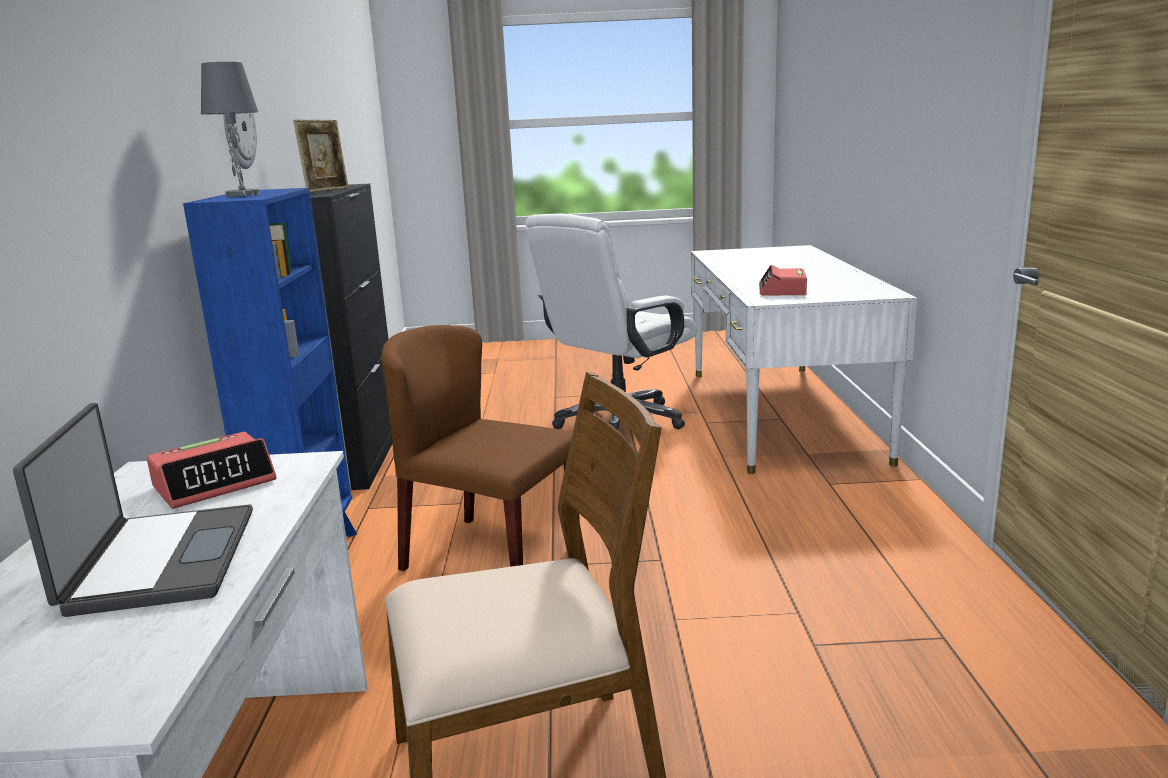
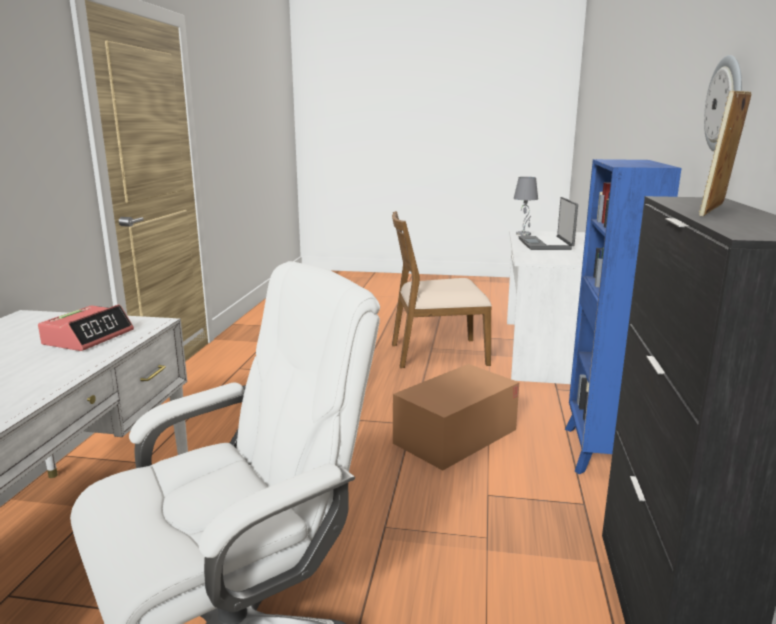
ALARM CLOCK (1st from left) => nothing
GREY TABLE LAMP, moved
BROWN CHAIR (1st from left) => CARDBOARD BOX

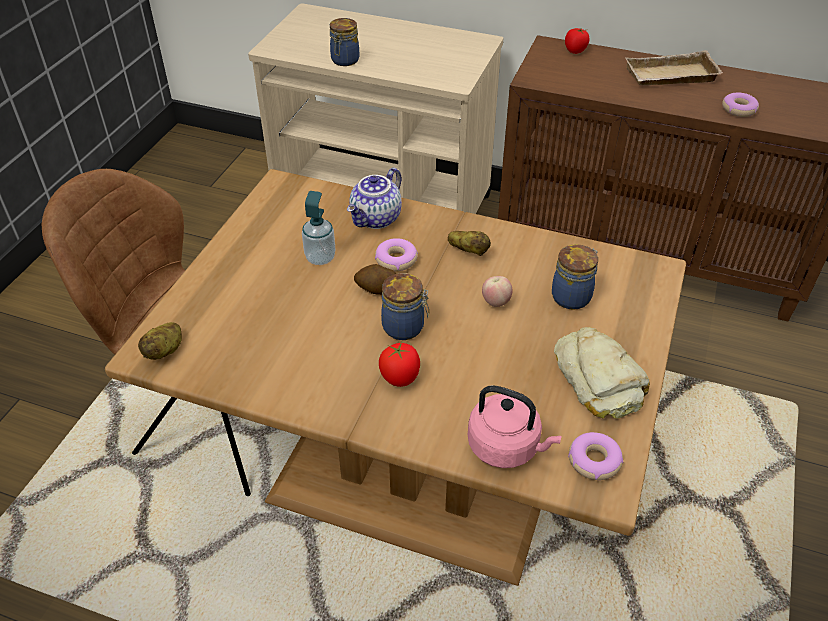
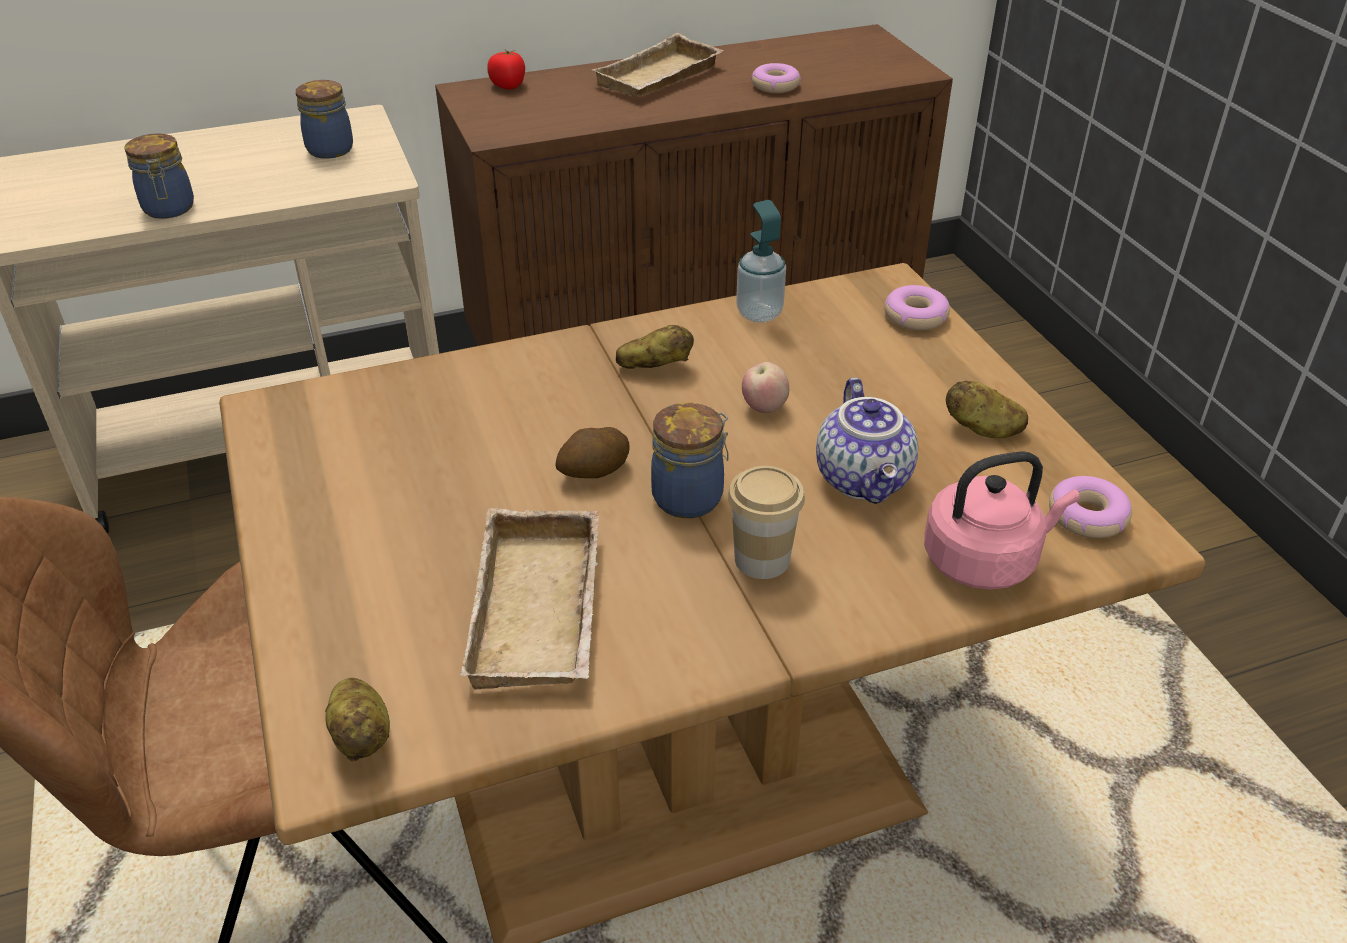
SOAP DISPENSER, moved
TEAPOT, moved
DONUT (1st from left in the first image) => DONUT (2nd from left), moved
TOMATO (1st from left) => CUP
JAR (3rd from left in the first image) => JAR (2nd from left), moved
BREAD => POTATO (4th from left)
nothing => BEIGE TRAY (1st from left)

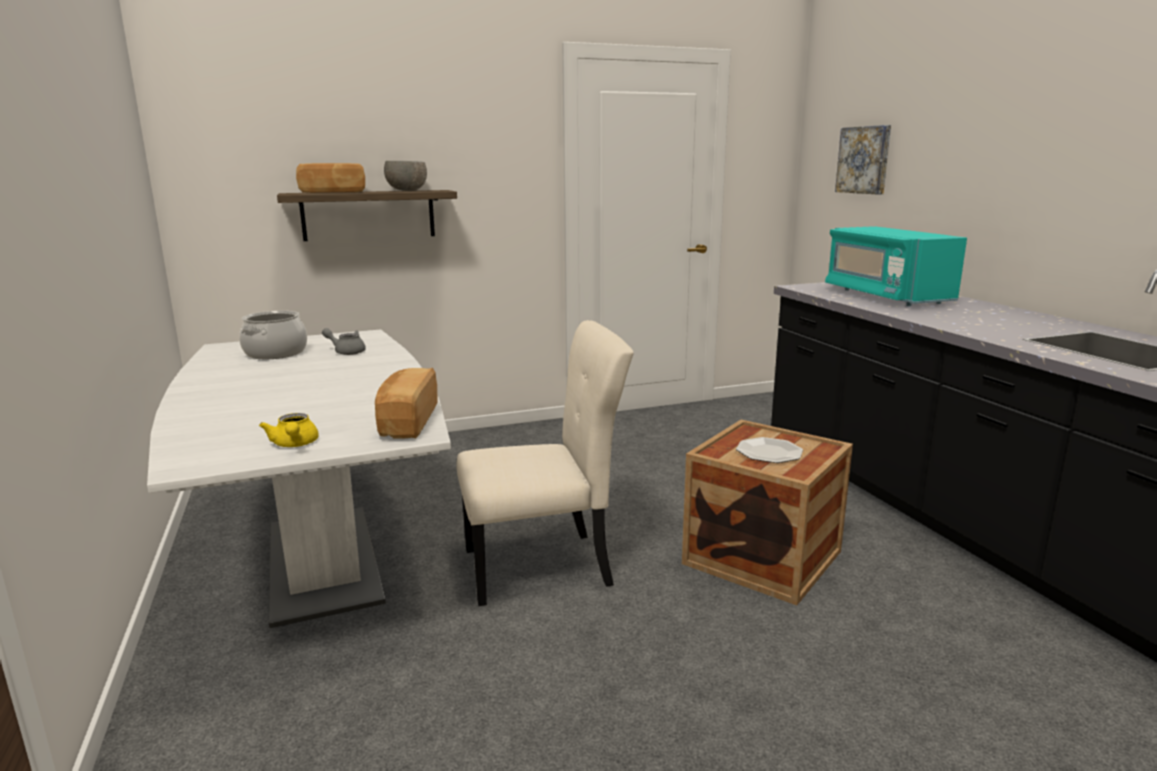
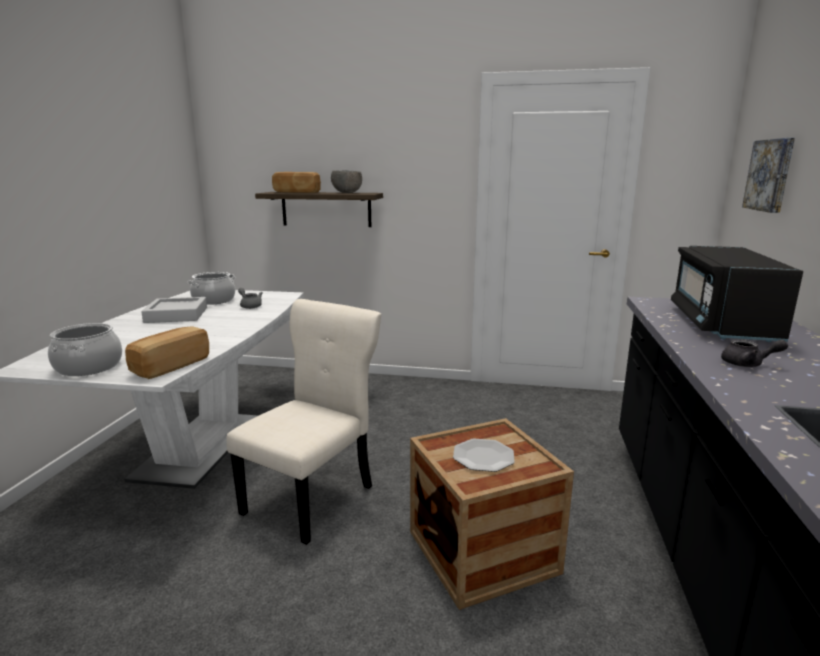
YELLOW TEAPOT => COOKING POT (1st from left)
BEIGE CHAIR, 75 degrees counterclockwise
TURQUOISE MICROWAVE => BLACK MICROWAVE
nothing => GREY TRAY
nothing => GREY TEAPOT (2nd from left)

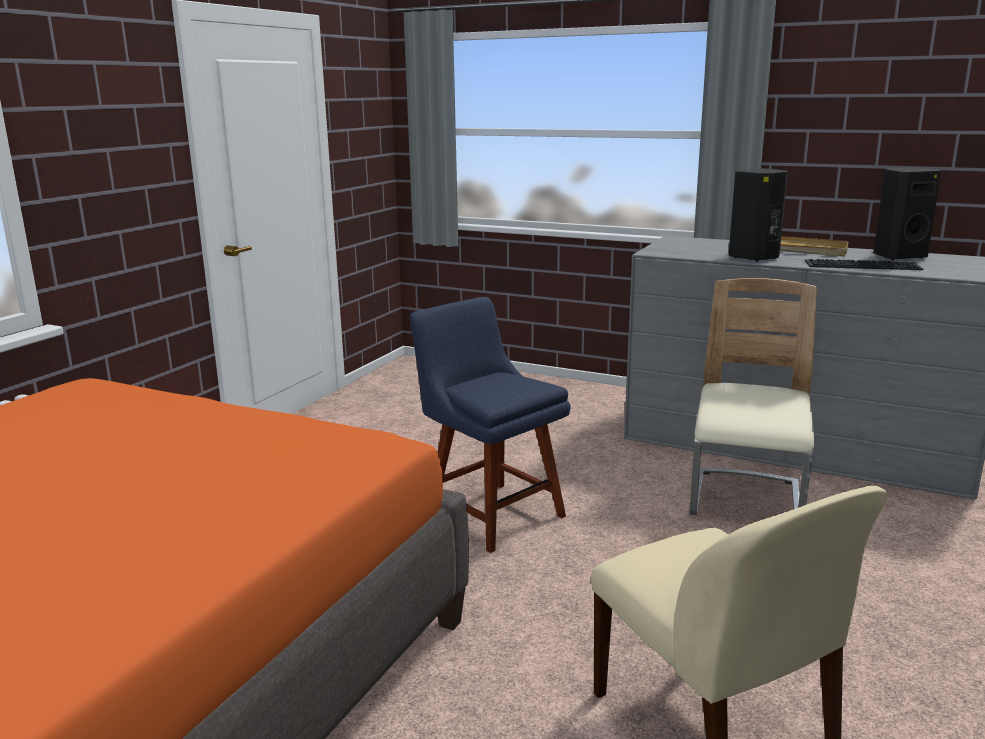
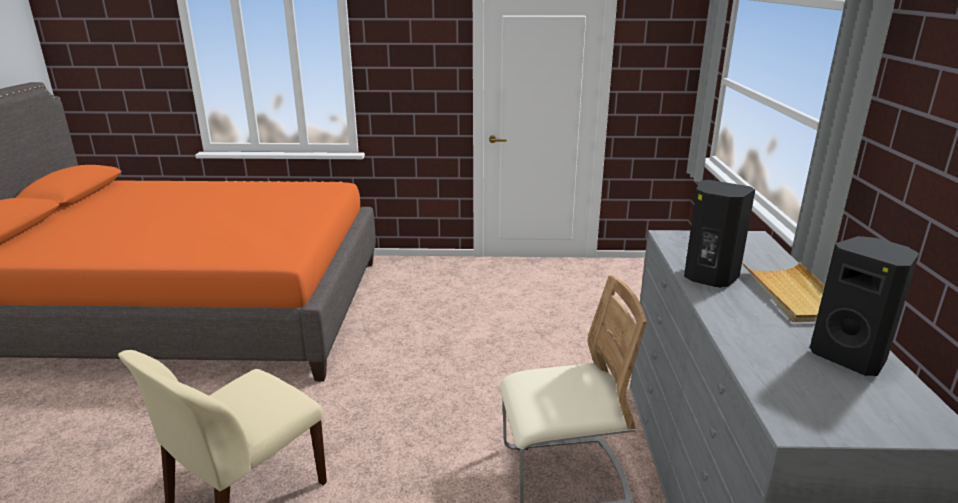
BLUE CHAIR => nothing
KEYBOARD => nothing

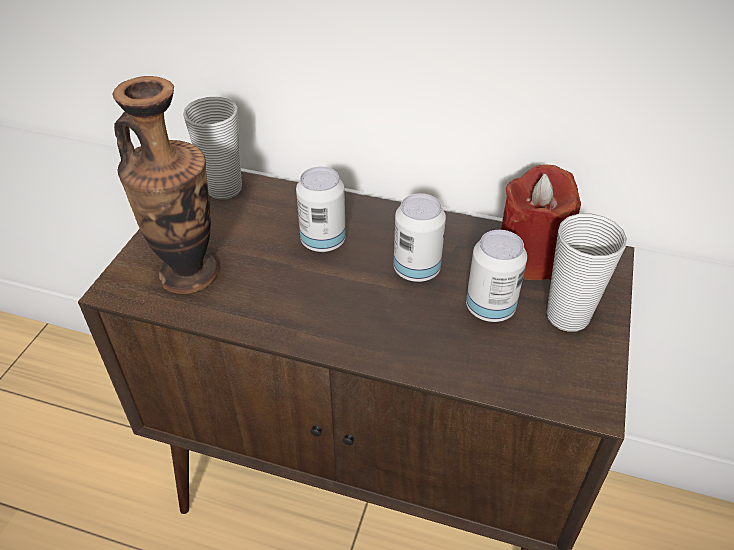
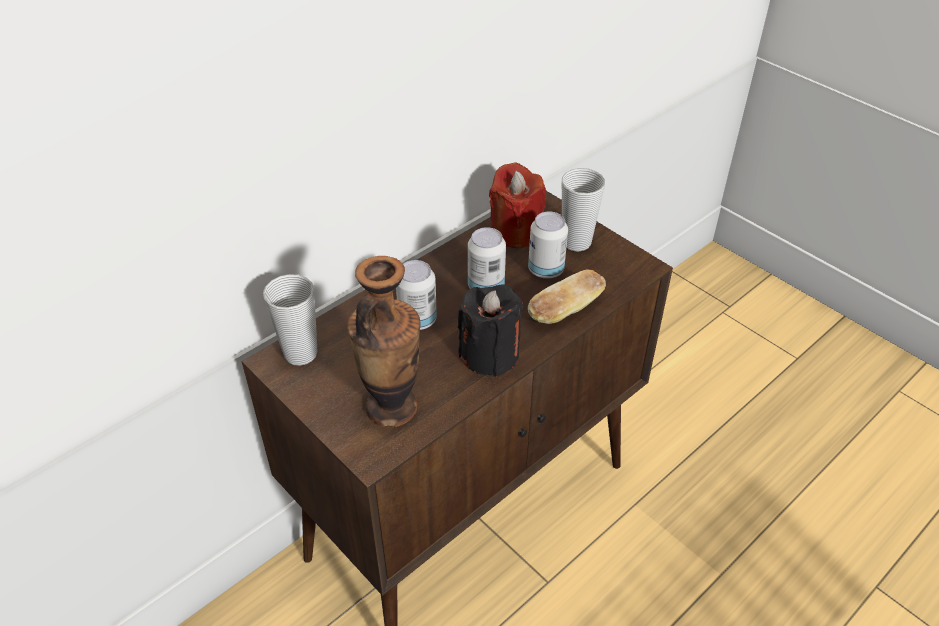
nothing => BLACK CANDLE
nothing => BREAD

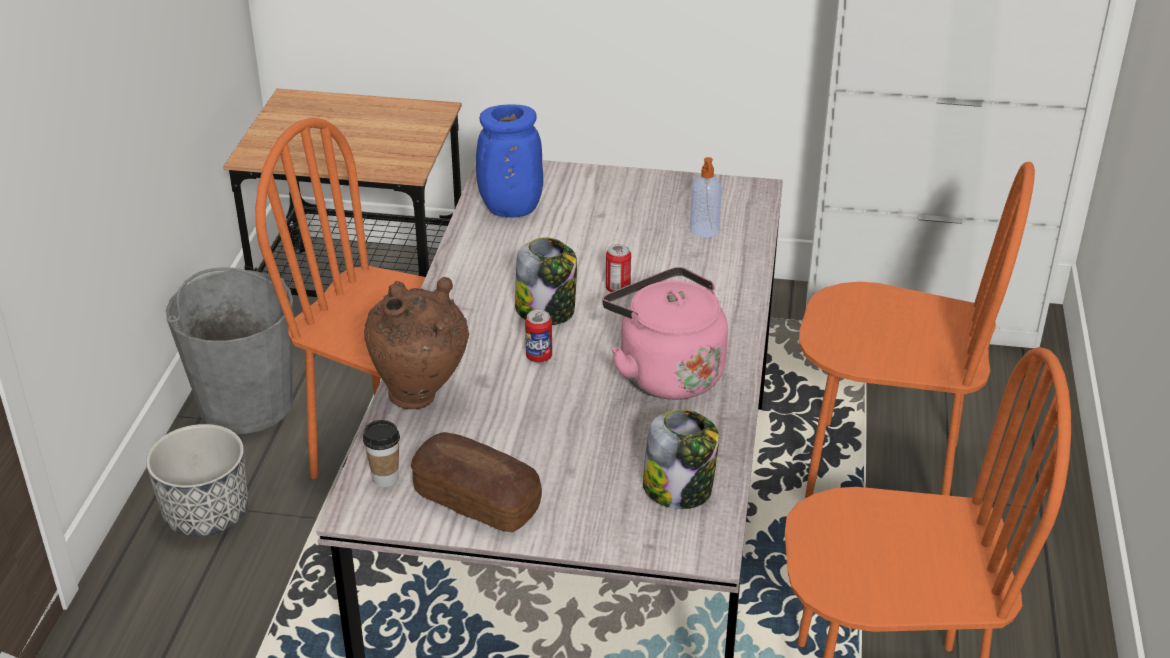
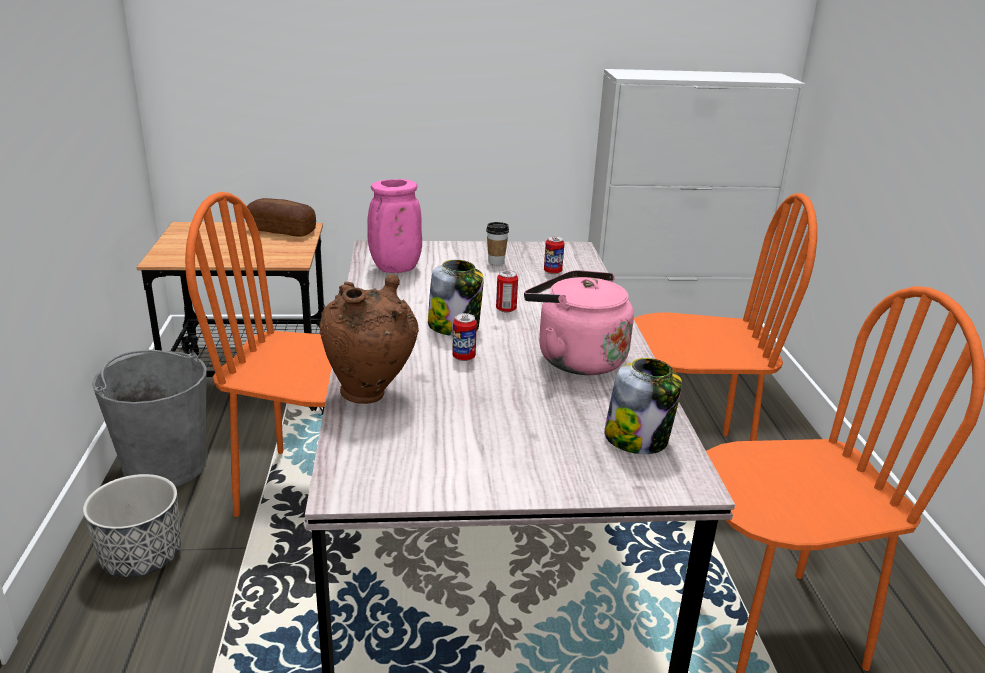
CUP, moved
BREAD, moved
BLUE VASE => PINK VASE
SOAP DISPENSER => CAN (3rd from left)

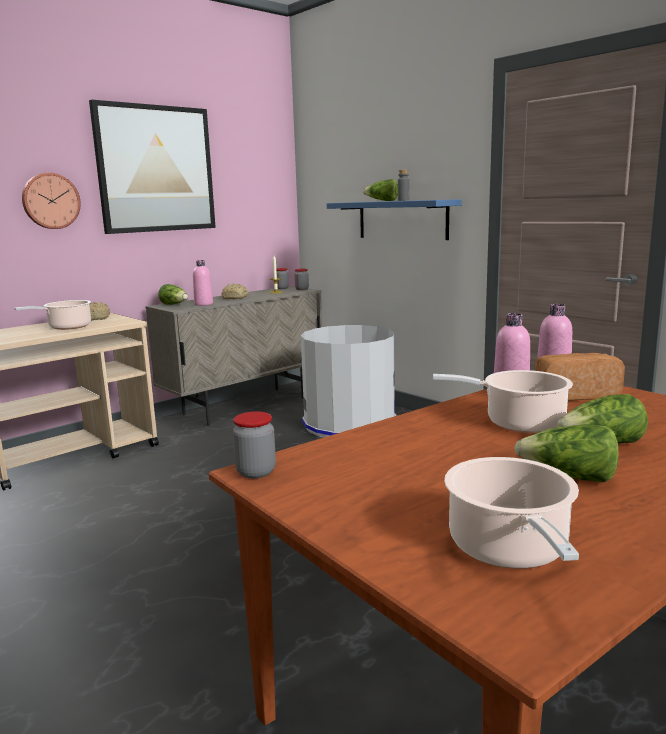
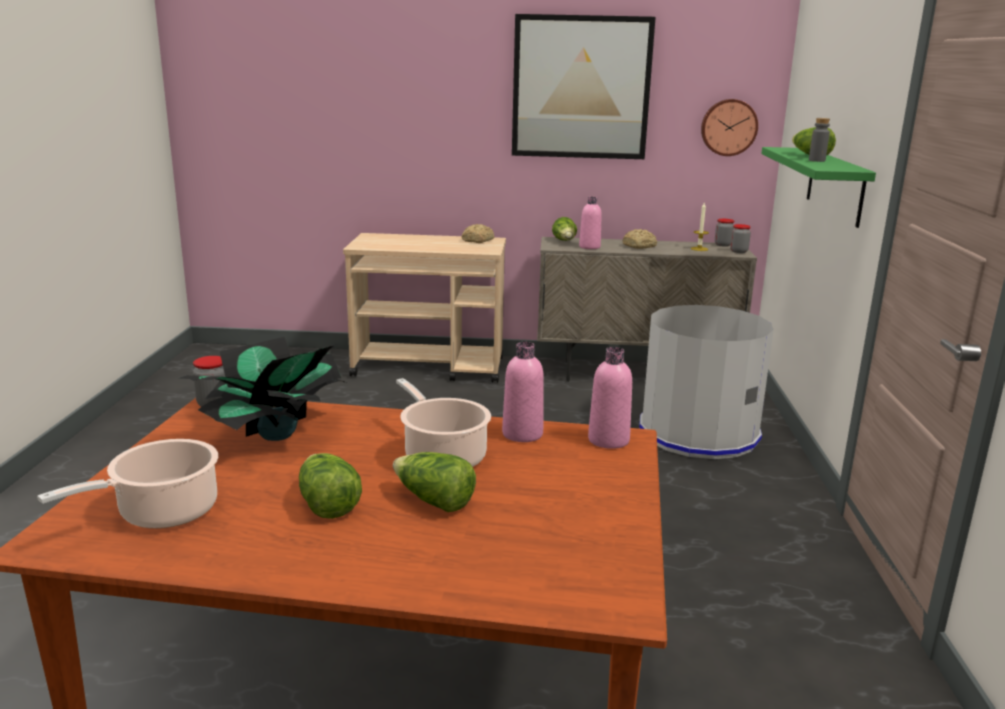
COOKING POT (1st from left) => nothing
WALL CLOCK, moved
BLUE SHELF => GREEN SHELF
BREAD (3rd from left) => nothing
nothing => POTTED PLANT

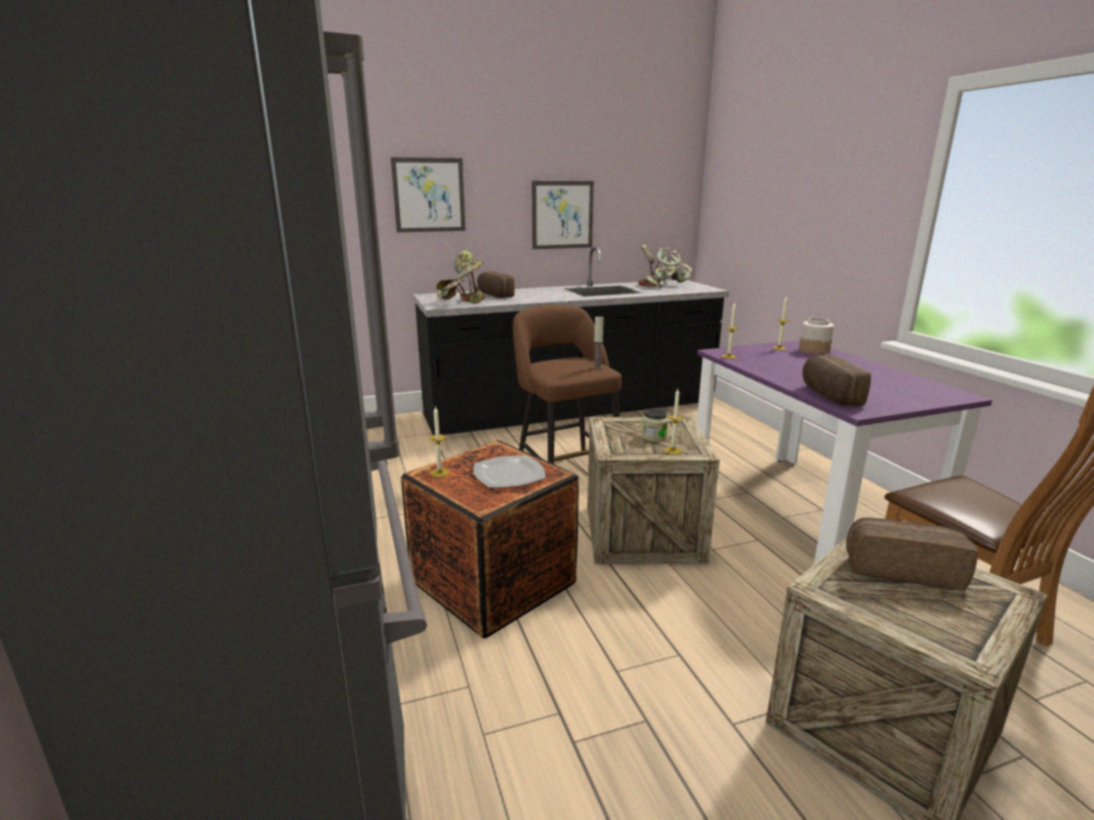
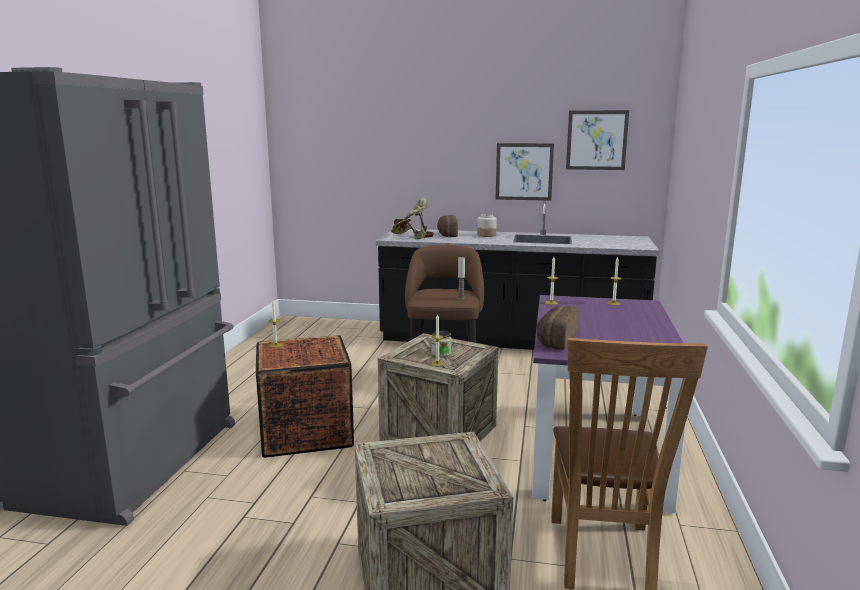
PICTURE (1st from left in the first image) => PICTURE (2nd from left), moved
PLATE => nothing
POTTED PLANT (2nd from left) => nothing
JAR (2nd from left), moved
BREAD (3rd from left) => nothing

